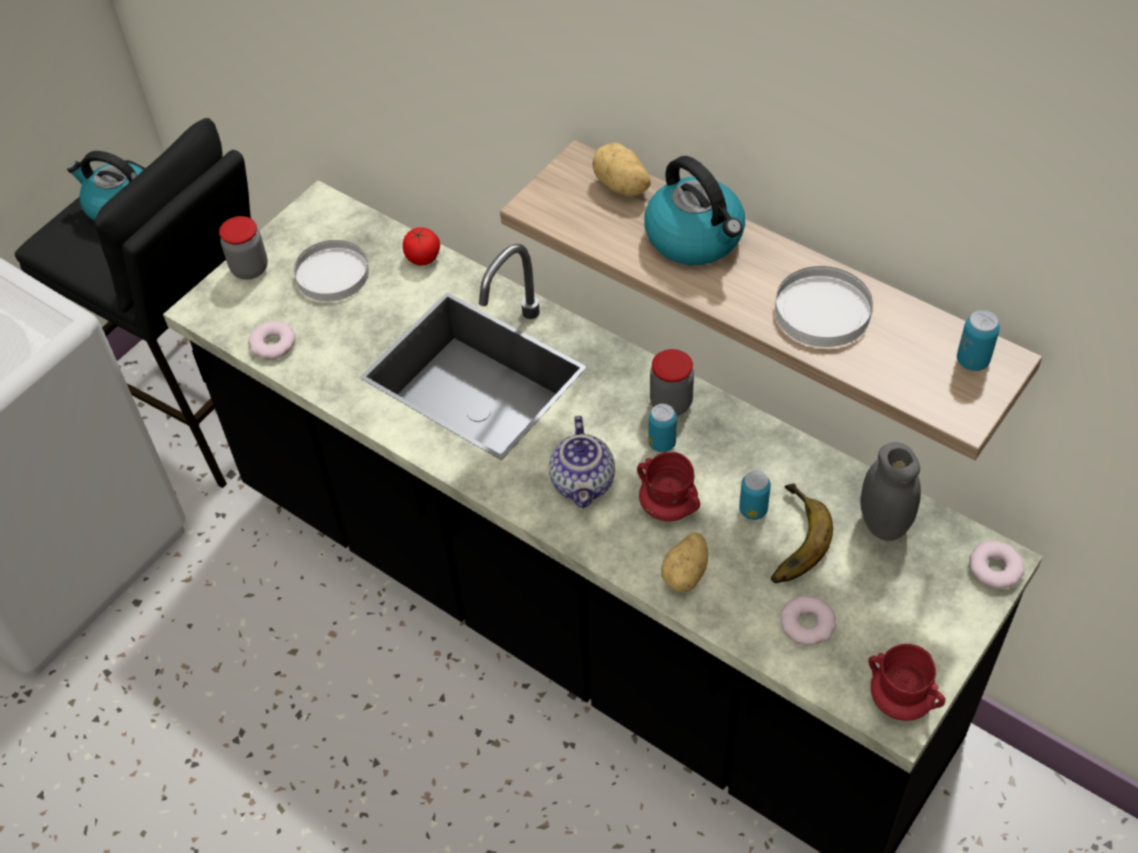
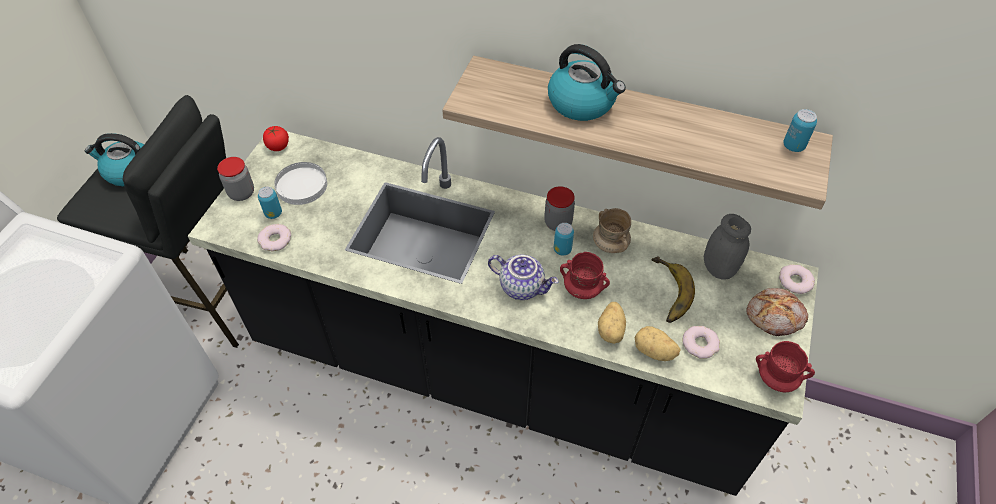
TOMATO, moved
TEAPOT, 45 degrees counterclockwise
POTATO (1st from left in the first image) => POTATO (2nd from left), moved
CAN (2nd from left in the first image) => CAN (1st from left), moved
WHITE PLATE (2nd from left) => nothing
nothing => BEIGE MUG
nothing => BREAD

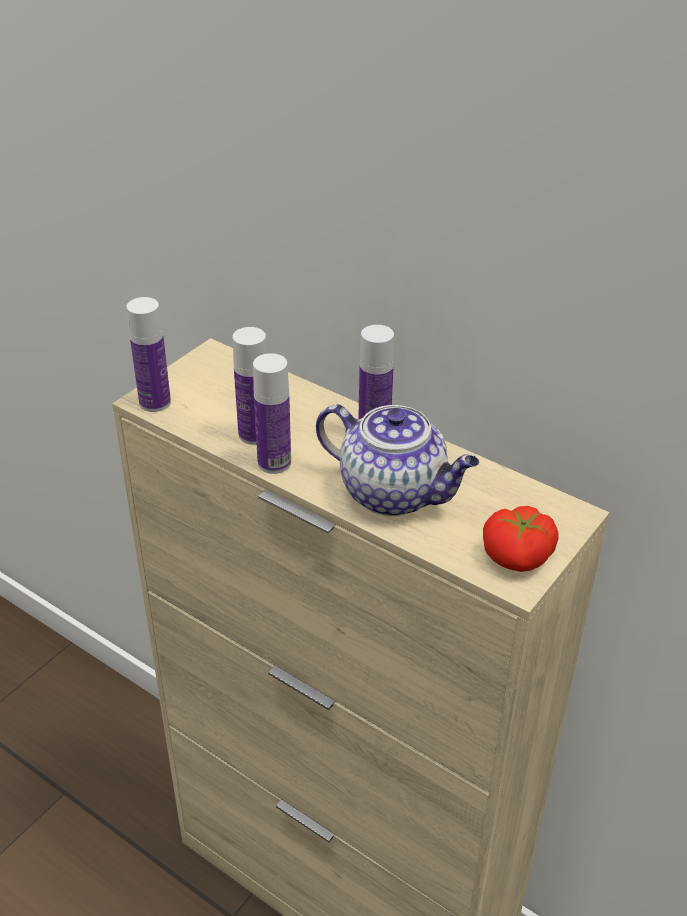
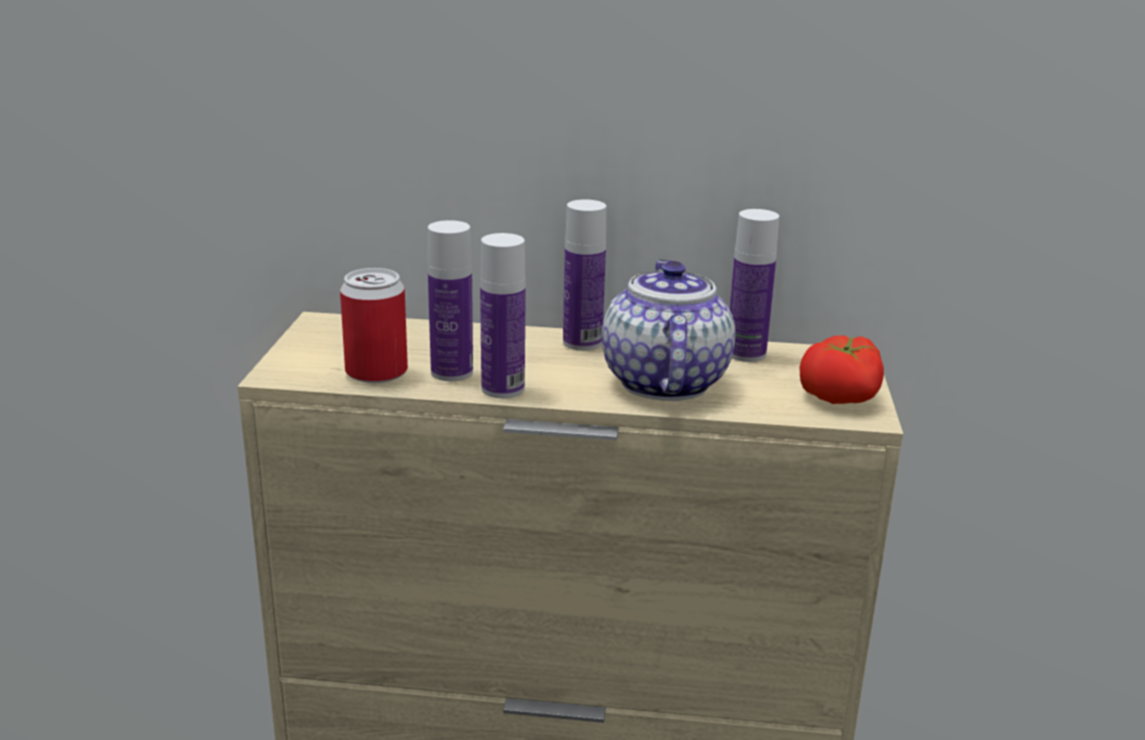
BOTTLE (1st from left in the first image) => BOTTLE (4th from left), moved
TEAPOT, 90 degrees counterclockwise
nothing => CAN

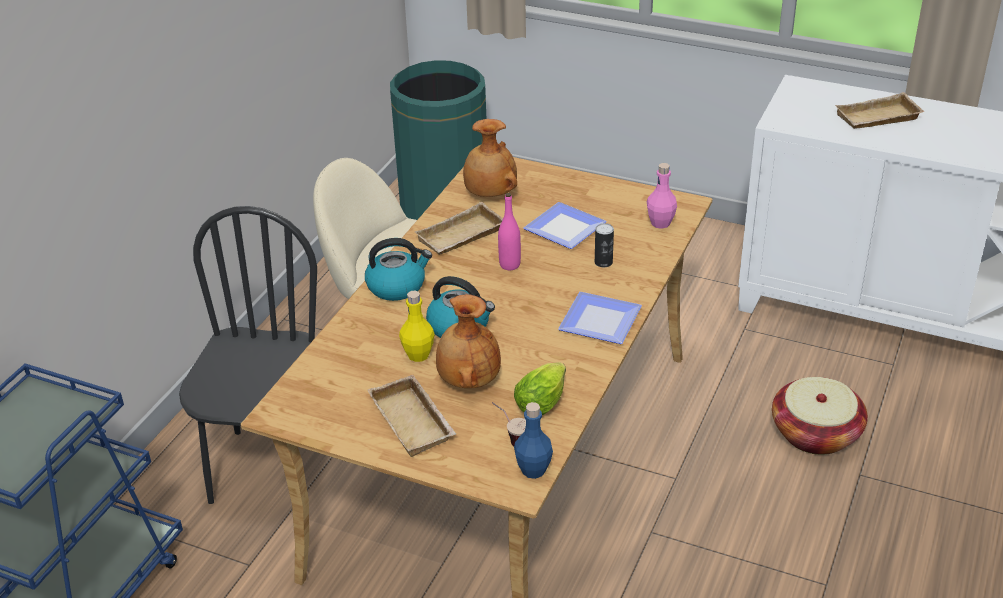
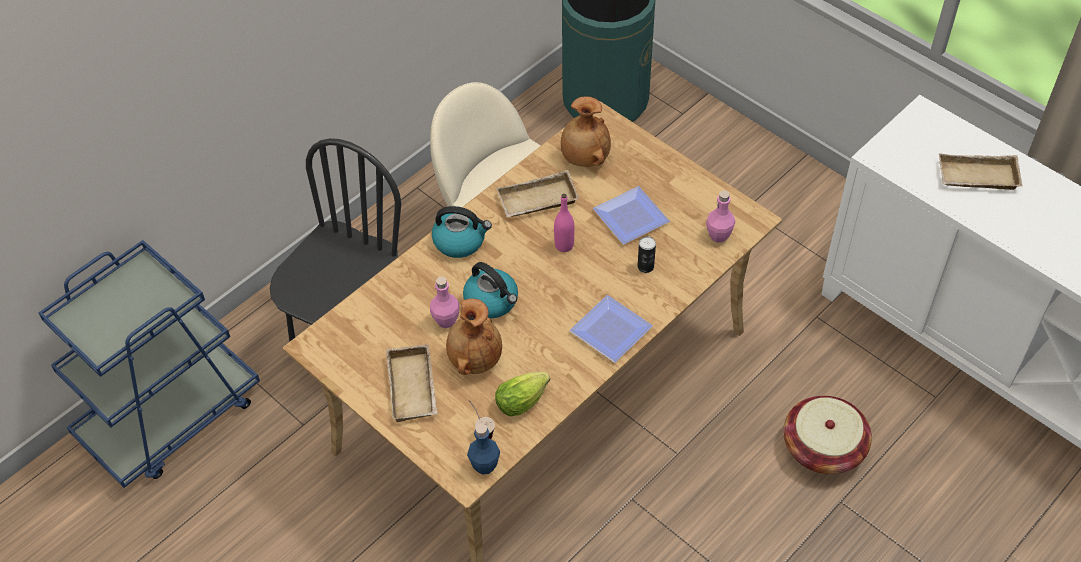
YELLOW BOTTLE => PINK BOTTLE (1st from left)

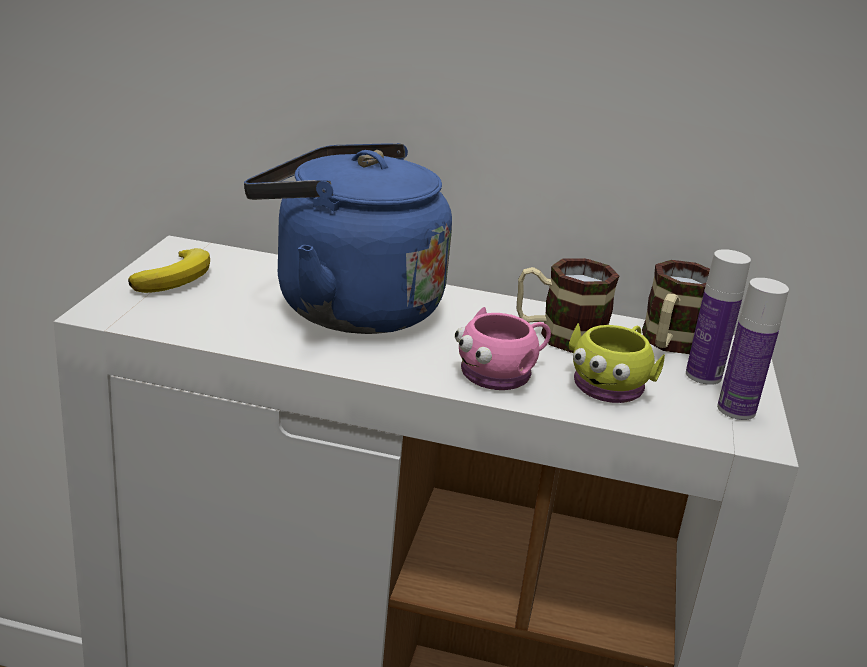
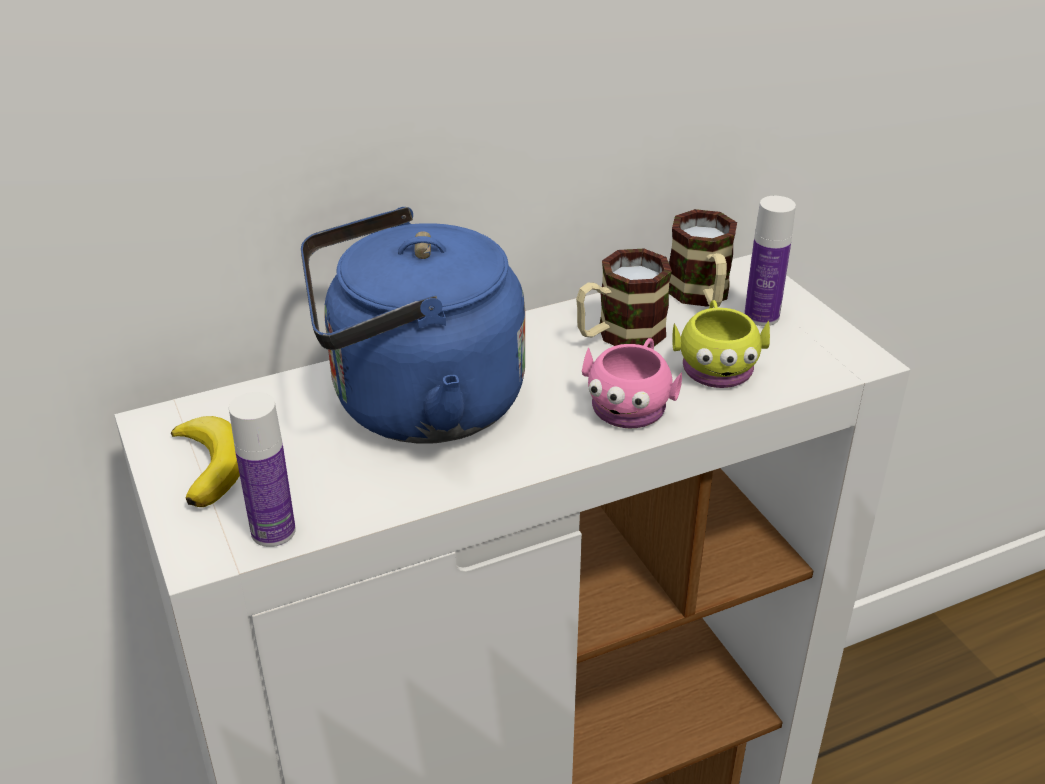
BOTTLE (2nd from left in the first image) => BOTTLE (1st from left), moved

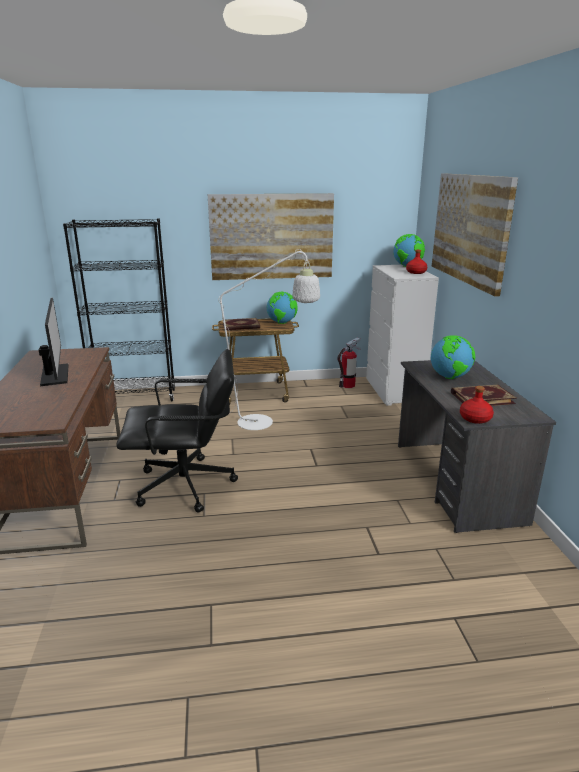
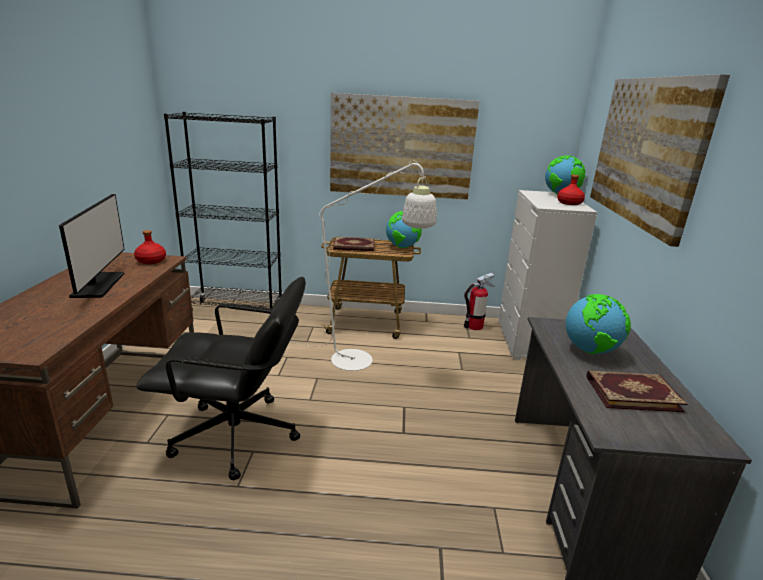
RED BOTTLE (2nd from left in the first image) => RED BOTTLE (1st from left), moved

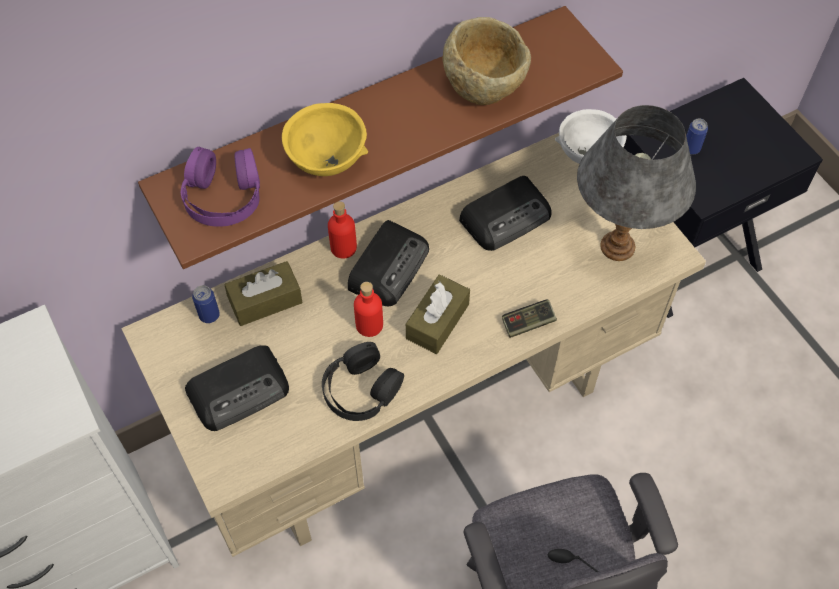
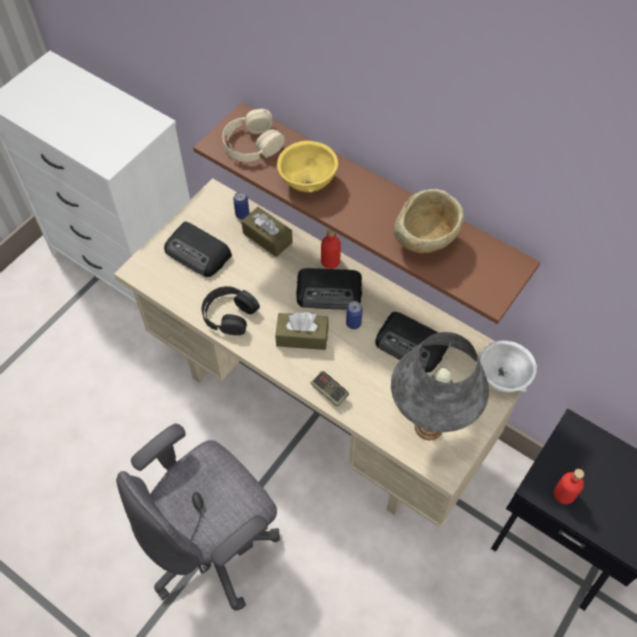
PURPLE HEADPHONES => BEIGE HEADPHONES
RED BOTTLE (2nd from left), moved
CAN (2nd from left), moved

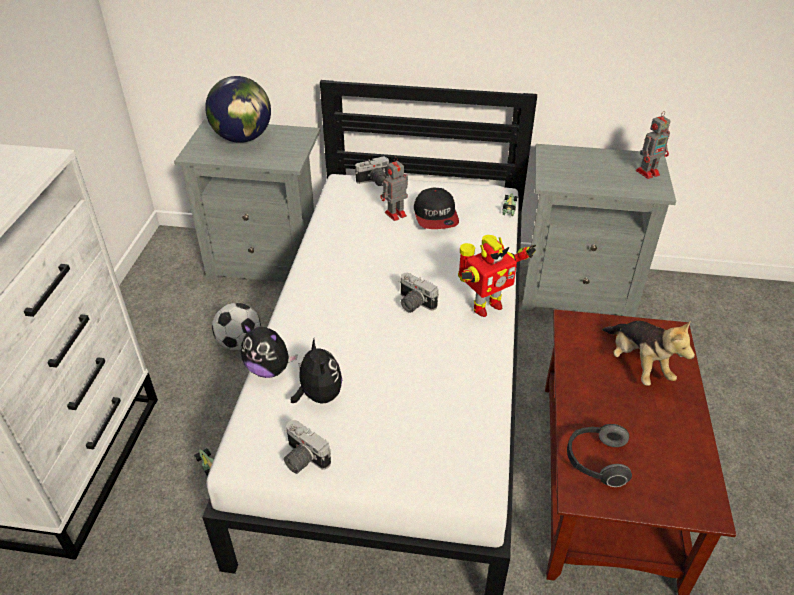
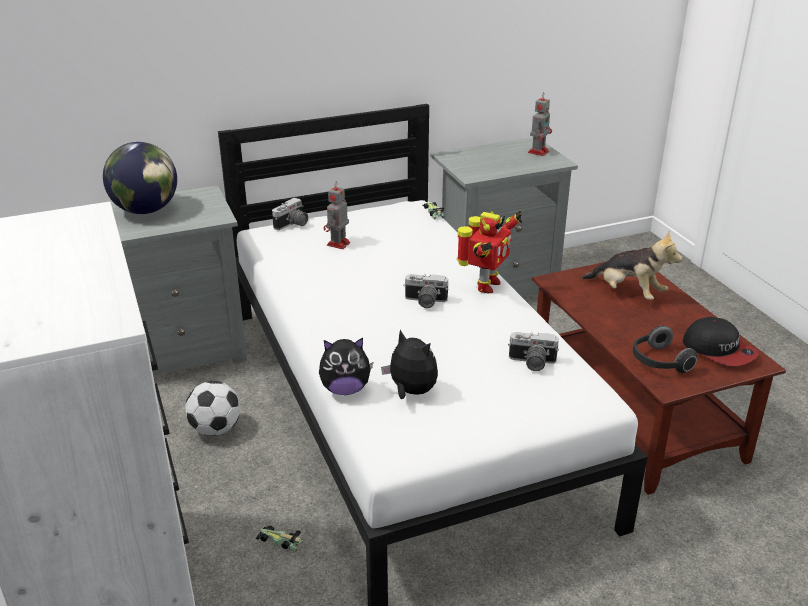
PHOTO CAMERA (1st from left in the first image) => PHOTO CAMERA (3rd from left), moved
CAP, moved

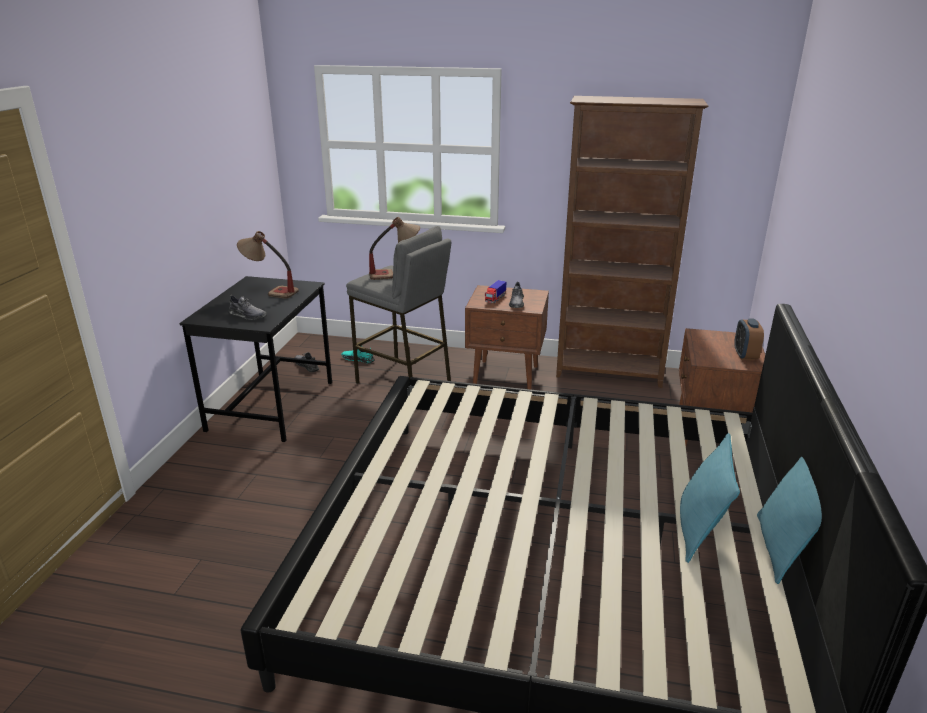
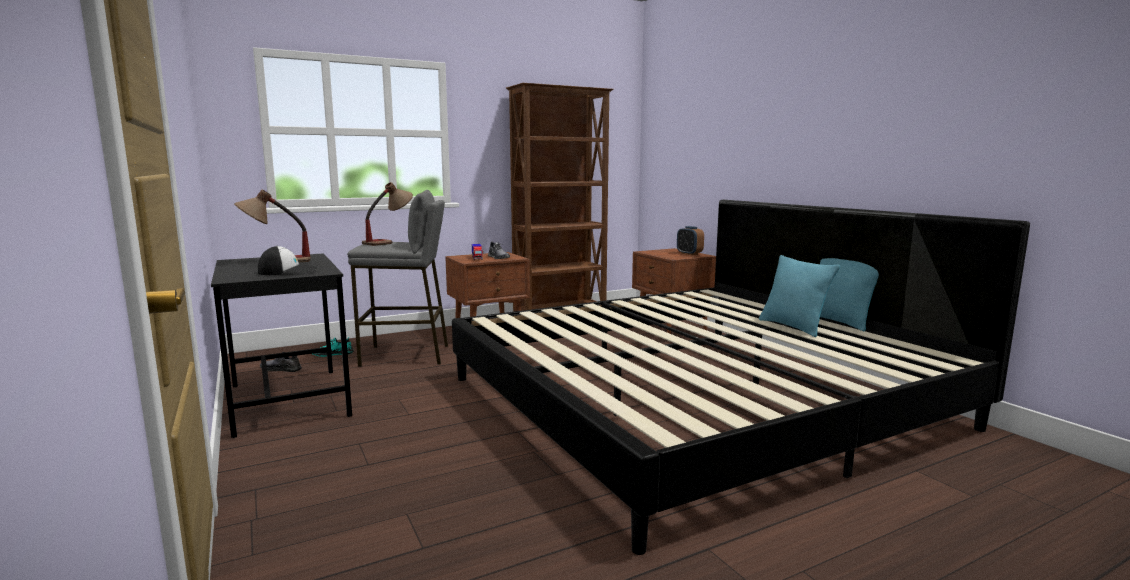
GREY SHOE (1st from left) => CAP

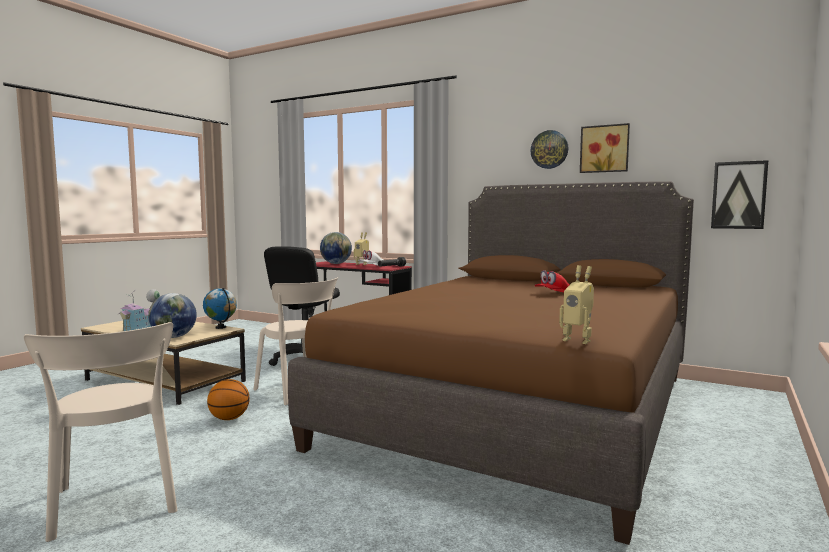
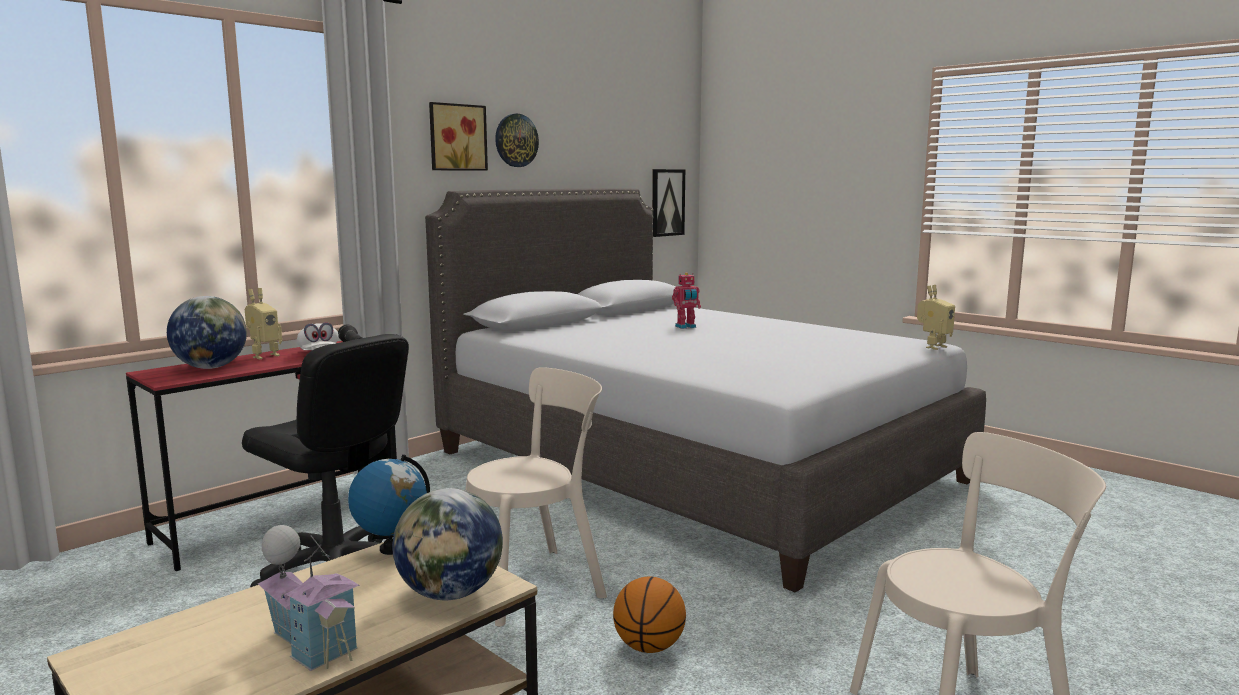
BROWN BED => GREY BED
RED CAP => TOY ROBOT (2nd from left)
PICTURE (1st from left), moved

